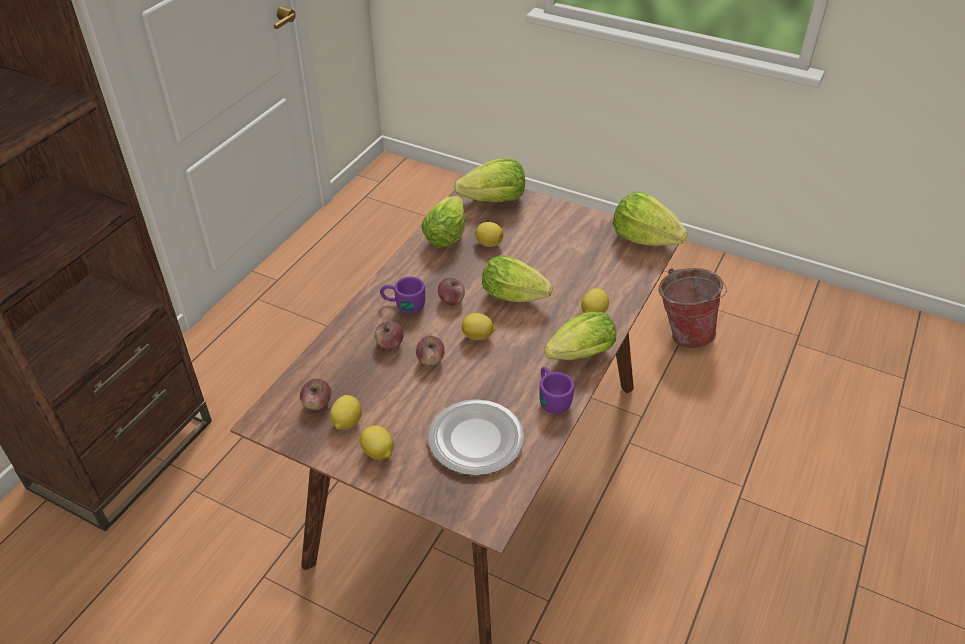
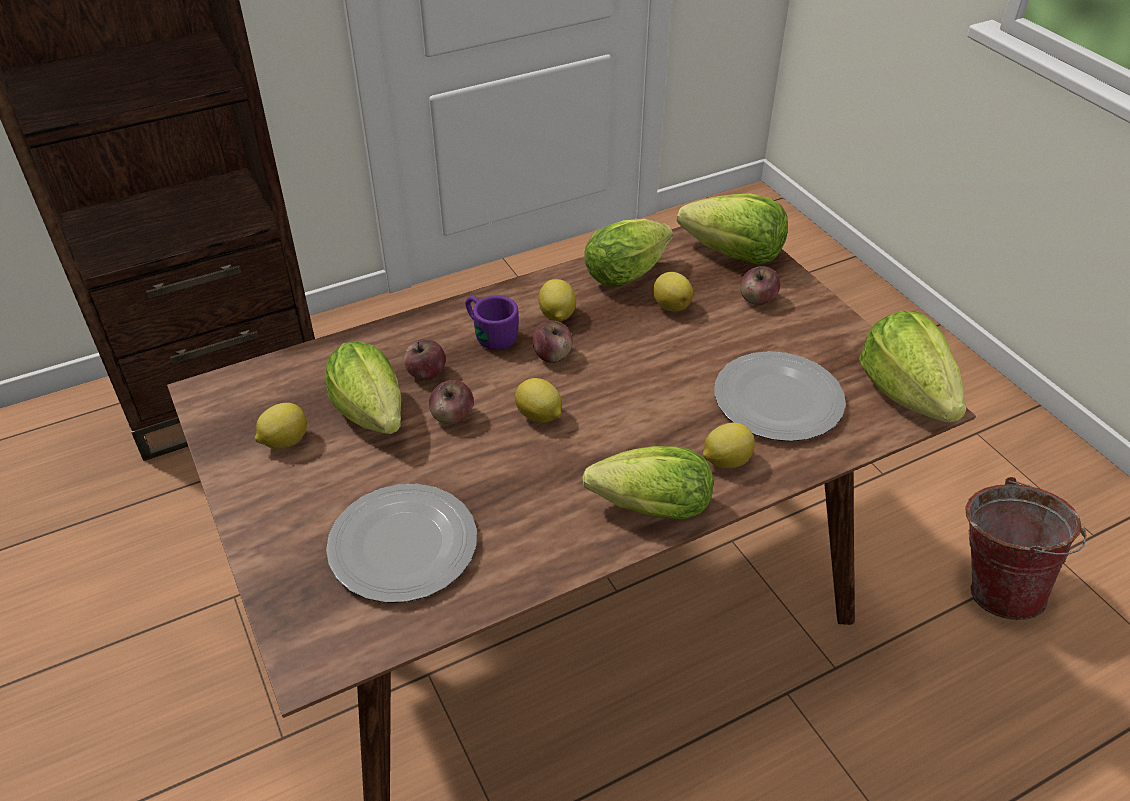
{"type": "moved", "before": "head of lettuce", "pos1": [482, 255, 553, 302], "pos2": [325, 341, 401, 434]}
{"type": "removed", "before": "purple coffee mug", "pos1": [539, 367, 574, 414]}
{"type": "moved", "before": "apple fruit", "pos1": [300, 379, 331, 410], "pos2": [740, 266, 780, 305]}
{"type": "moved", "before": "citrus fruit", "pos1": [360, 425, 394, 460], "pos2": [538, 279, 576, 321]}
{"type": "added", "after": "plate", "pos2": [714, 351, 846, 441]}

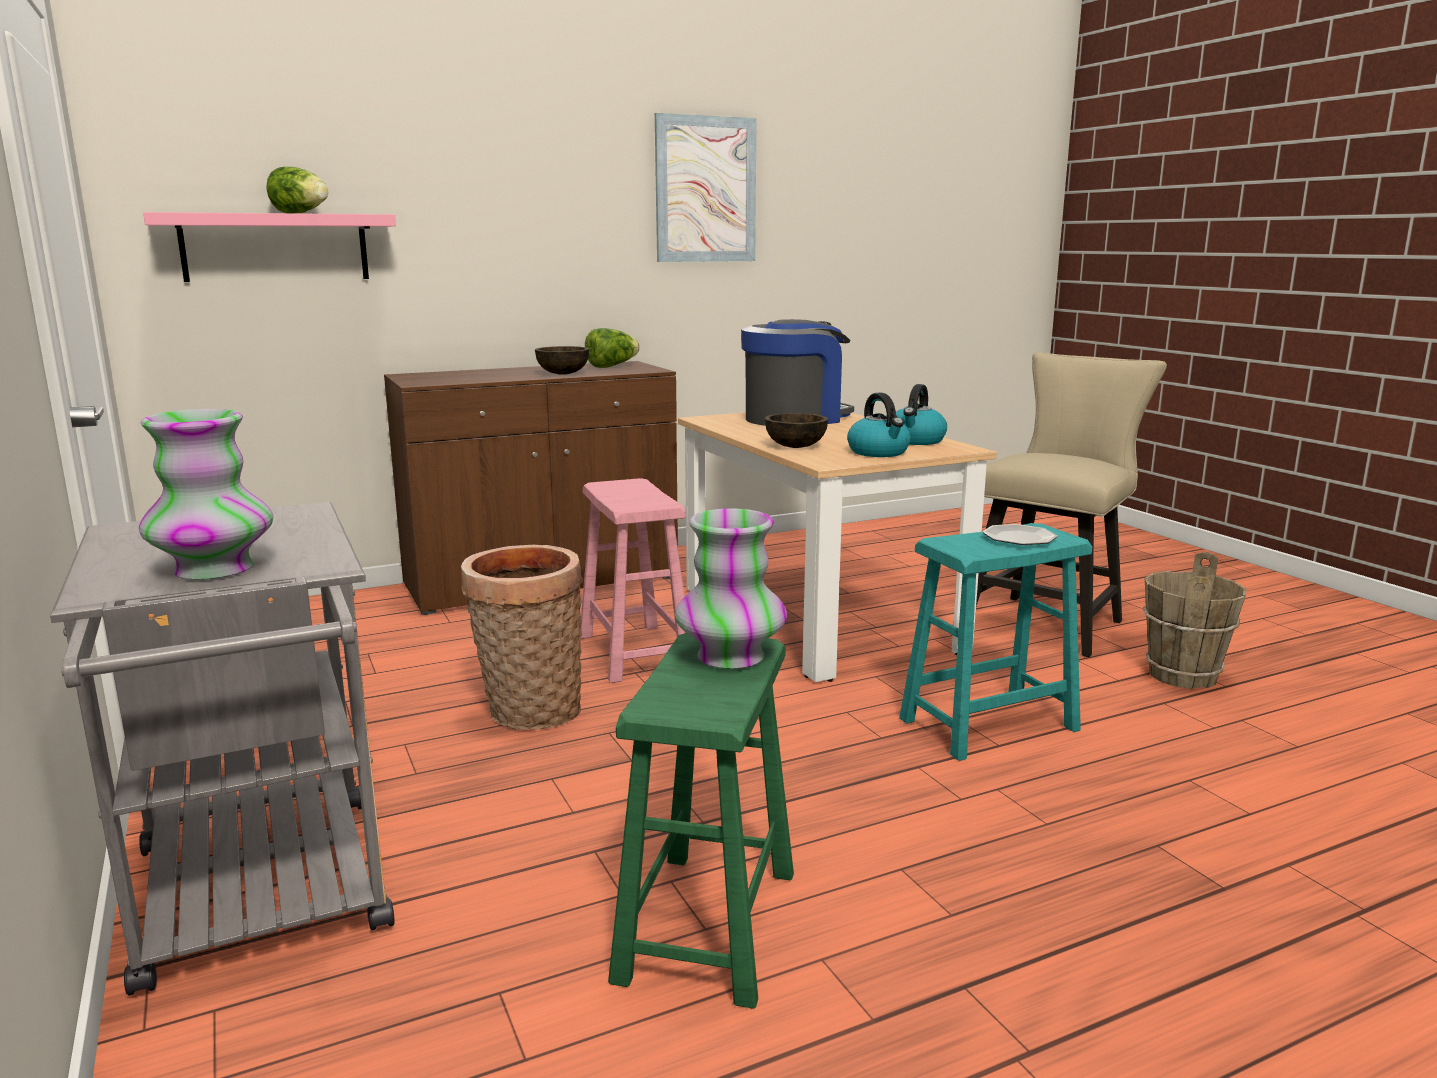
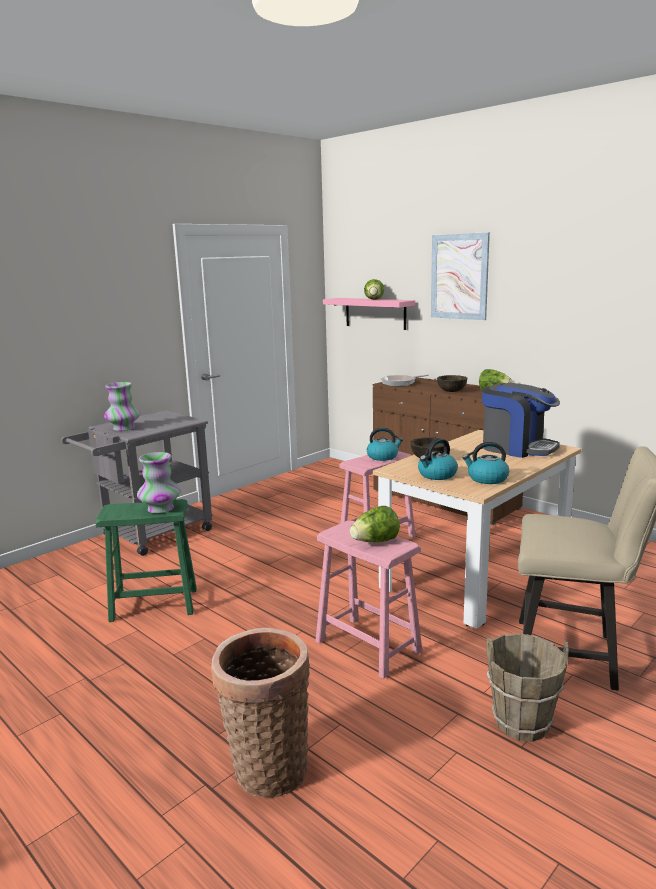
{"type": "moved", "before": "picture", "pos1": [655, 113, 757, 262], "pos2": [431, 233, 490, 320]}
{"type": "recoloured", "before": "blue-green sitting stool", "after": "pink-coloured sitting stool", "pos1": [899, 523, 1092, 761], "pos2": [316, 521, 422, 679]}
{"type": "replaced", "before": "plate", "after": "head of lettuce", "pos1": [983, 524, 1057, 545], "pos2": [350, 506, 400, 542]}
{"type": "moved", "before": "basket", "pos1": [461, 545, 583, 729], "pos2": [211, 628, 310, 797]}
{"type": "added", "after": "pan", "pos2": [381, 374, 428, 386]}
{"type": "added", "after": "water kettle", "pos2": [367, 428, 403, 461]}

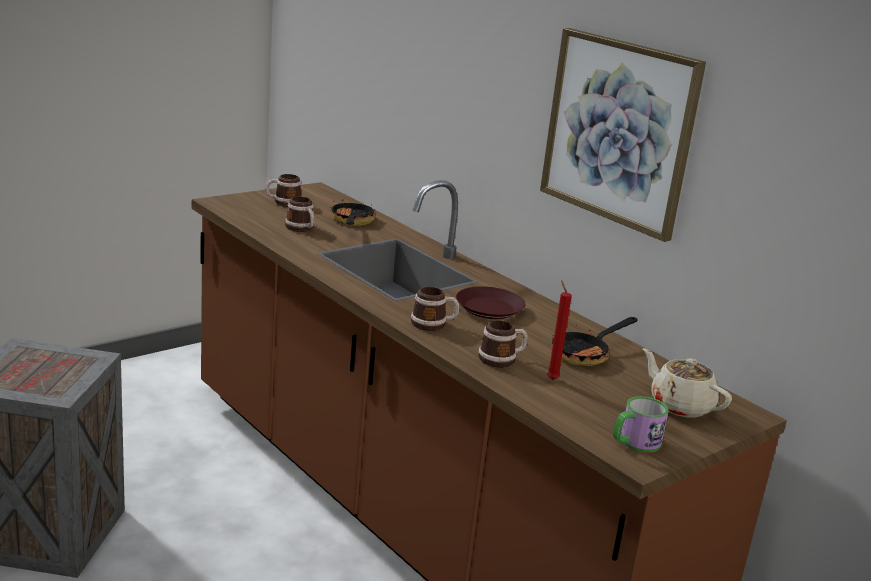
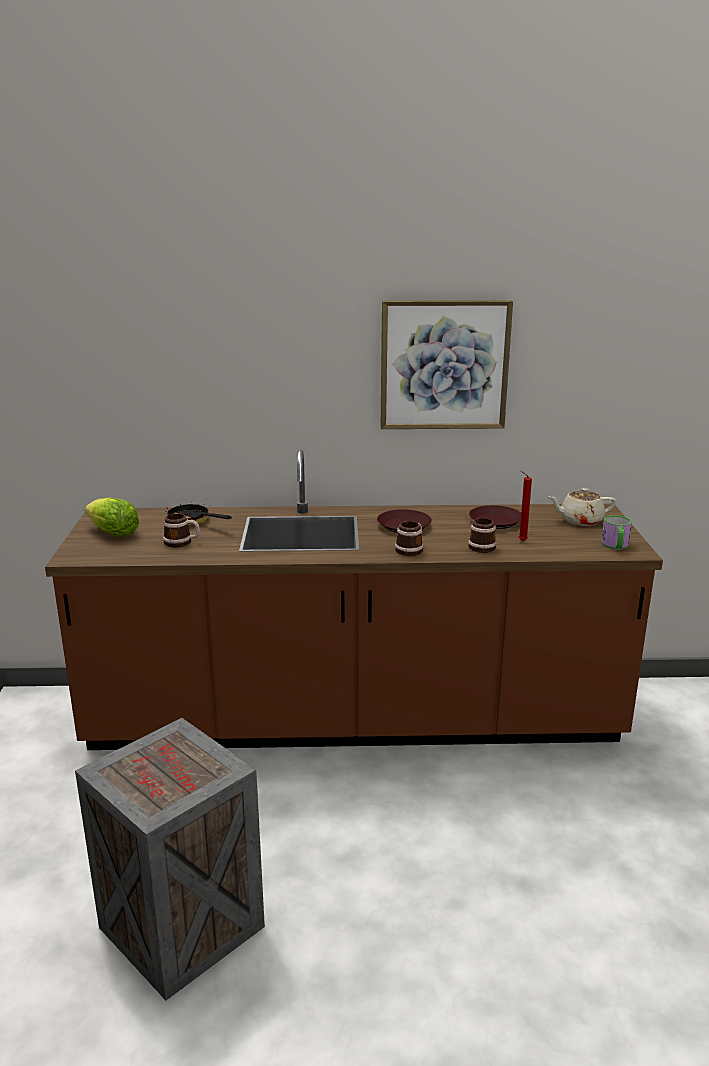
{"type": "replaced", "before": "coffee mug", "after": "head of lettuce", "pos1": [266, 174, 302, 207], "pos2": [85, 498, 139, 537]}
{"type": "replaced", "before": "pan", "after": "brown plate", "pos1": [551, 317, 638, 366], "pos2": [469, 505, 521, 529]}

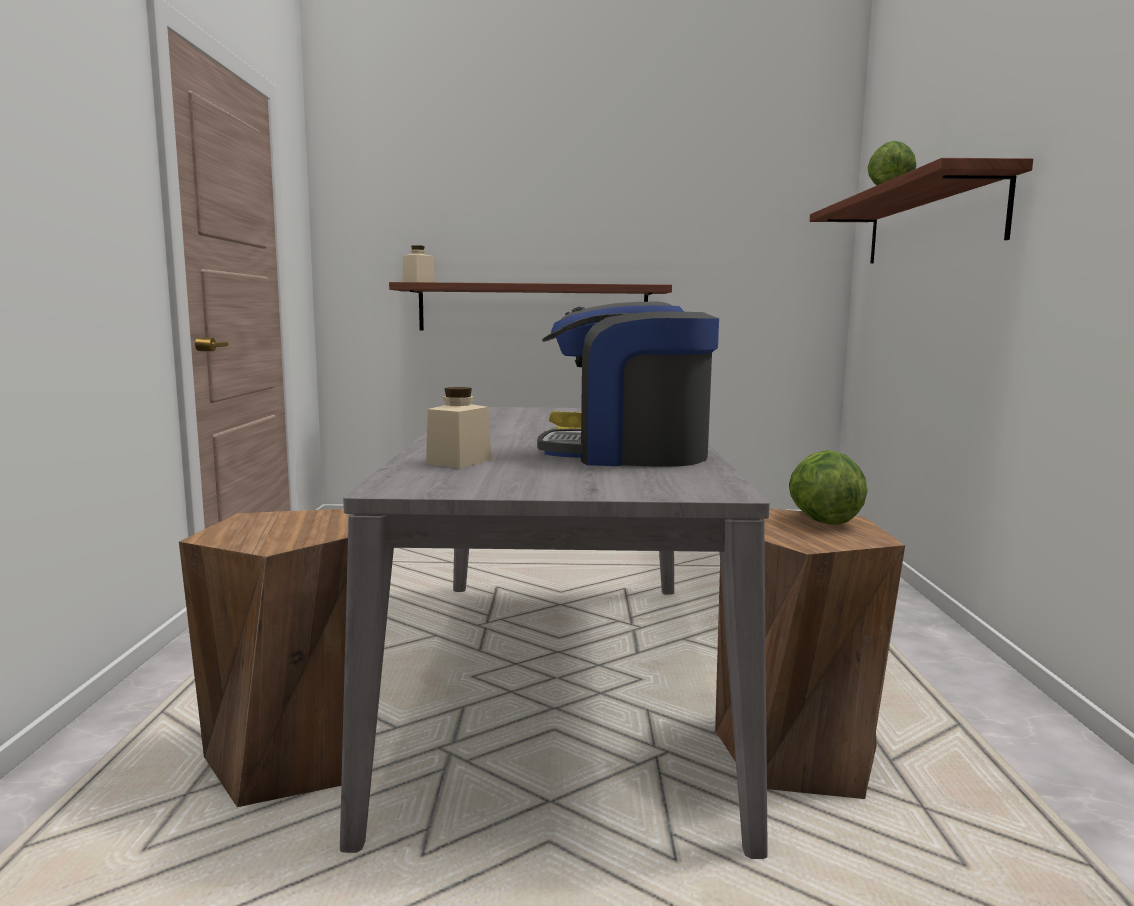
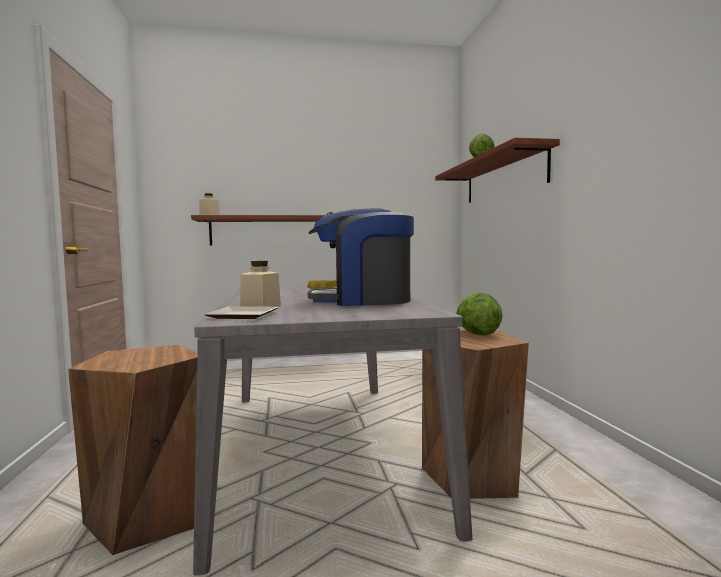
{"type": "added", "after": "plate", "pos2": [204, 306, 278, 319]}

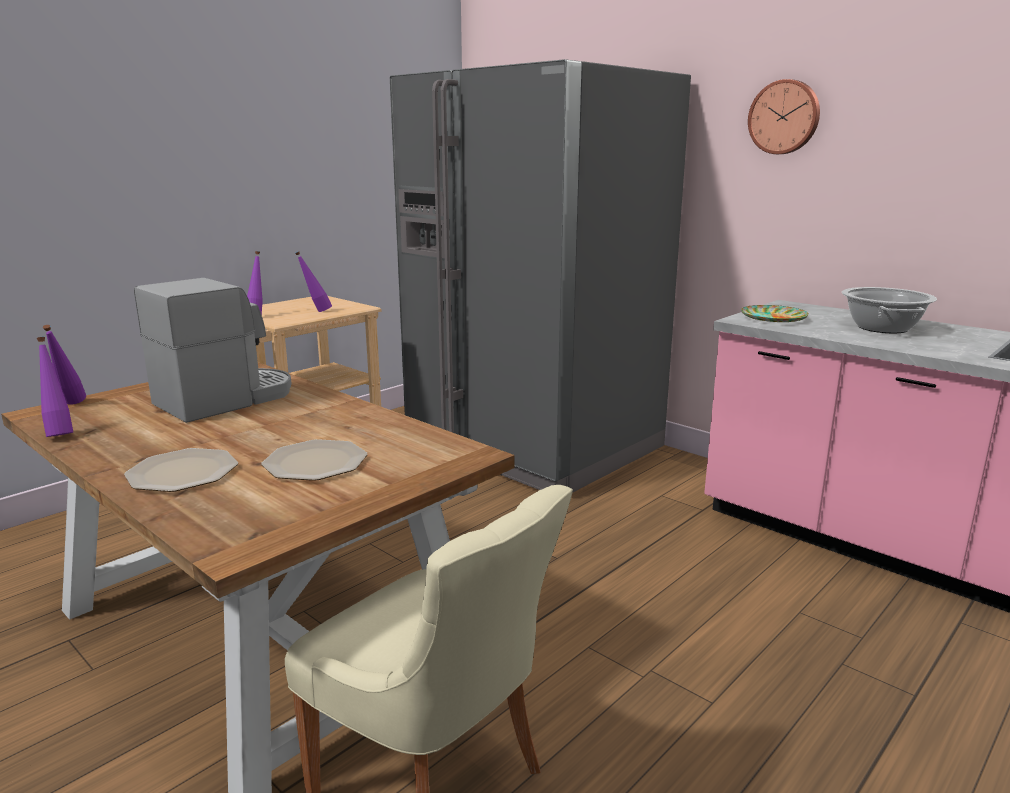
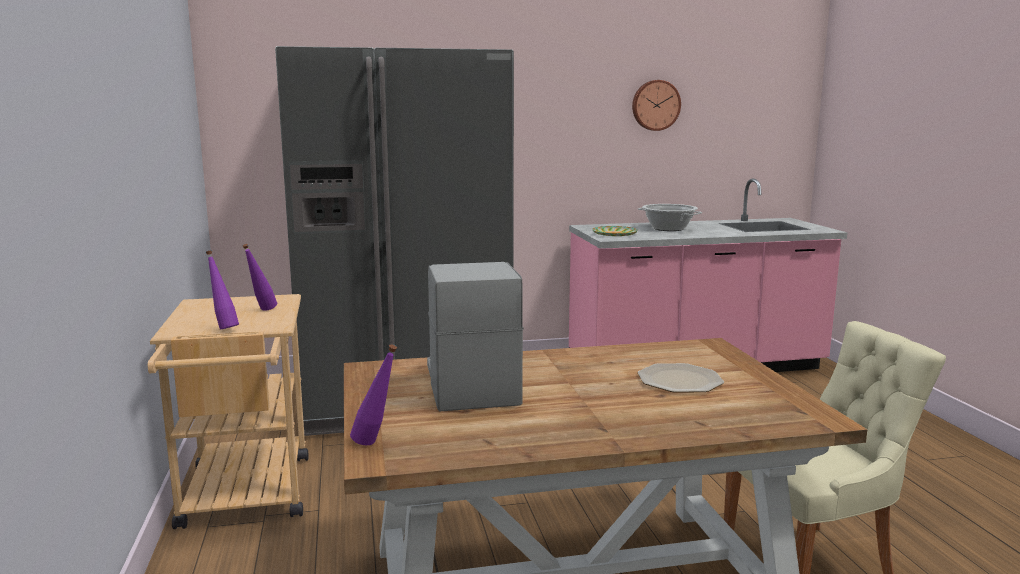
{"type": "moved", "before": "wall clock", "pos1": [748, 79, 820, 154], "pos2": [632, 80, 681, 131]}
{"type": "removed", "before": "purple beverage bottle", "pos1": [37, 337, 73, 437]}
{"type": "removed", "before": "plate", "pos1": [124, 448, 238, 492]}

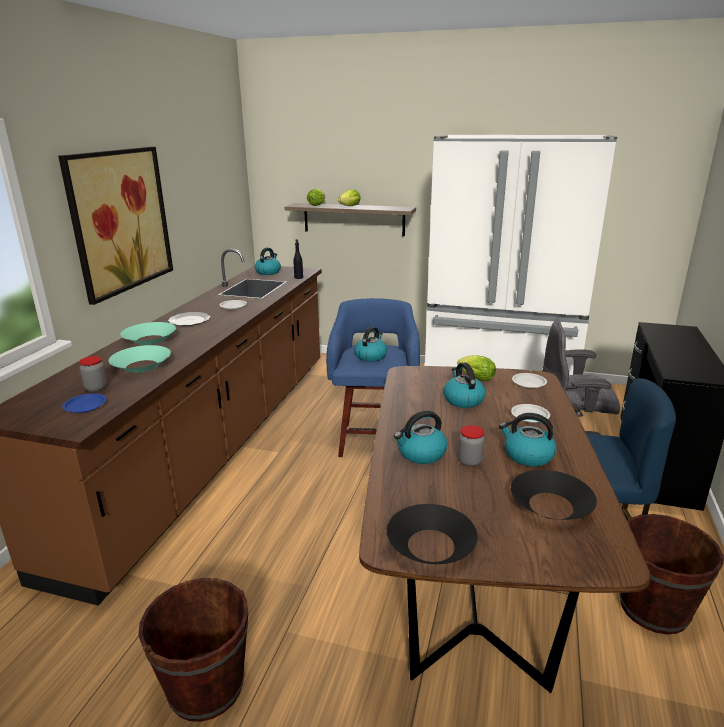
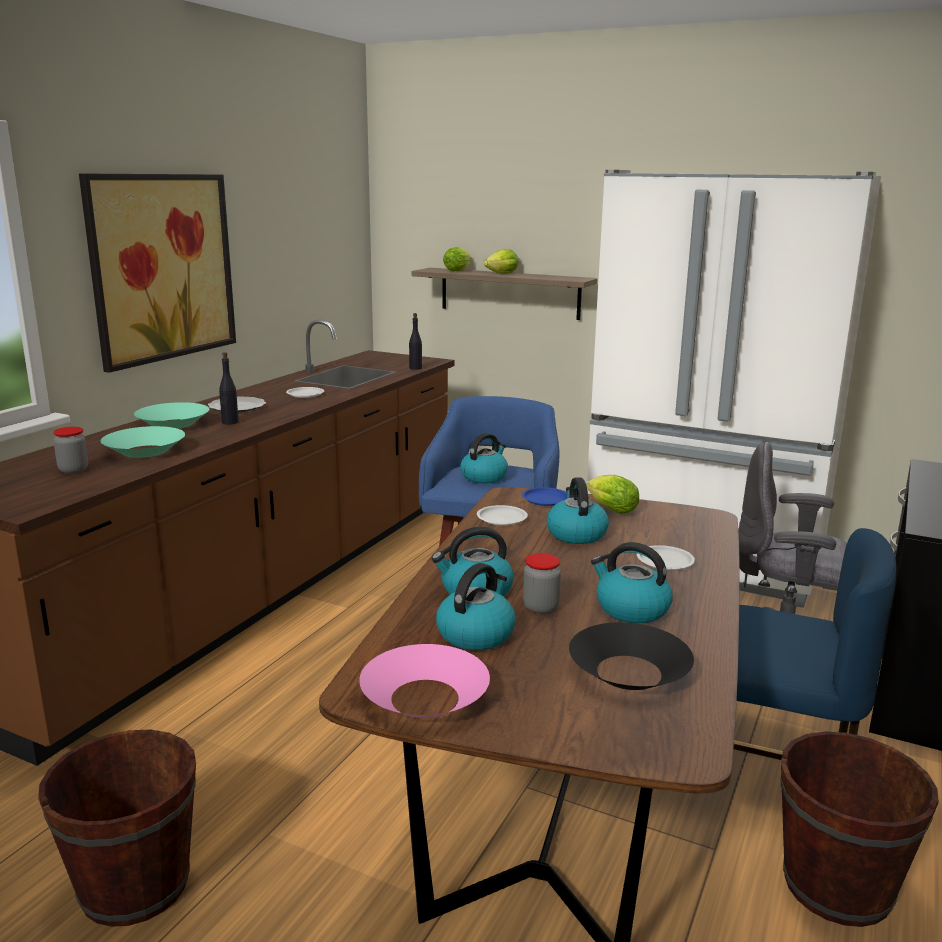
{"type": "moved", "before": "water kettle", "pos1": [255, 248, 281, 275], "pos2": [436, 563, 516, 651]}
{"type": "moved", "before": "whitish plate", "pos1": [512, 373, 547, 388], "pos2": [477, 505, 528, 526]}
{"type": "moved", "before": "blue plate", "pos1": [62, 393, 106, 413], "pos2": [522, 487, 567, 506]}
{"type": "recoloured", "before": "black bowl", "after": "pink-coloured bowl", "pos1": [387, 504, 478, 564], "pos2": [359, 644, 490, 718]}
{"type": "added", "after": "black beverage bottle", "pos2": [219, 352, 239, 425]}

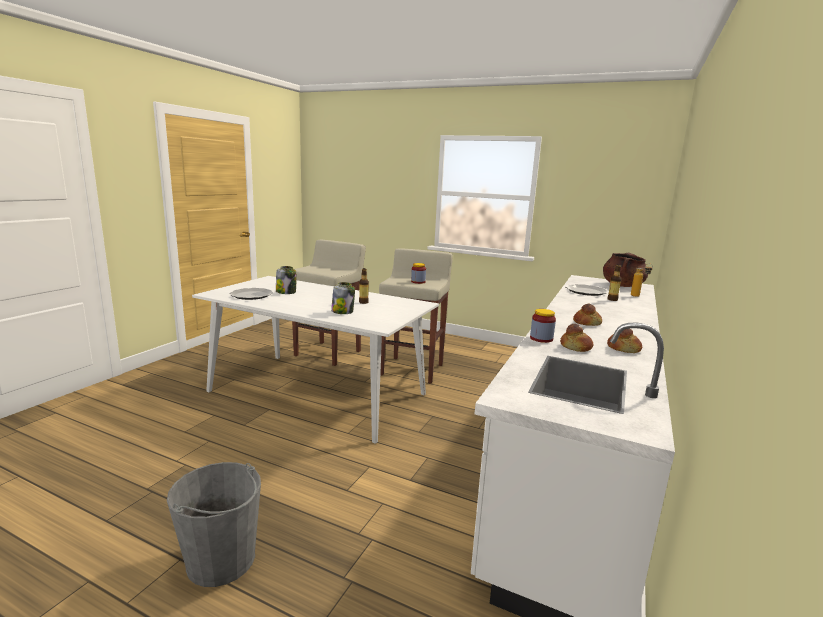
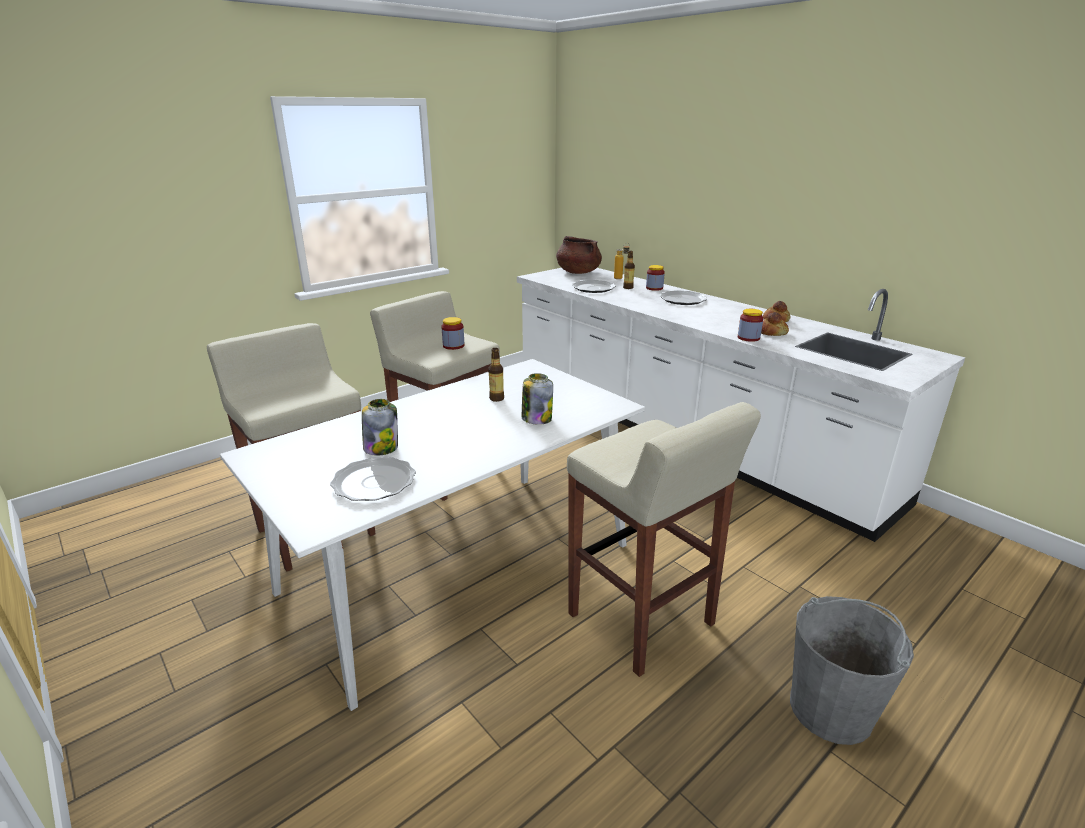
{"type": "removed", "before": "baked bread", "pos1": [573, 304, 602, 326]}
{"type": "added", "after": "jar", "pos2": [646, 265, 665, 291]}
{"type": "added", "after": "plate", "pos2": [660, 290, 707, 305]}
{"type": "added", "after": "beige-coloured sitting stool", "pos2": [567, 402, 761, 677]}

